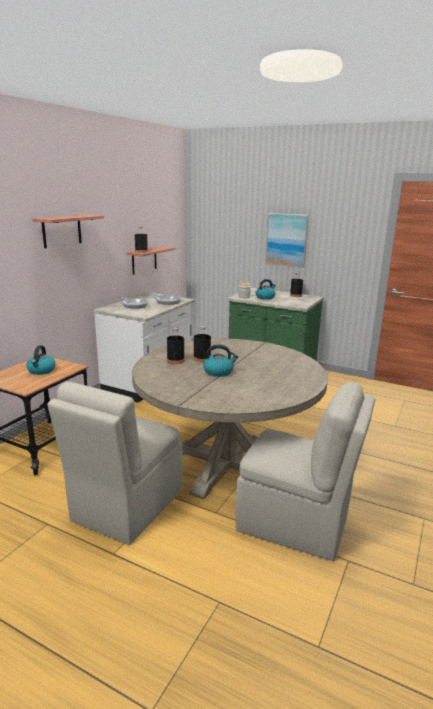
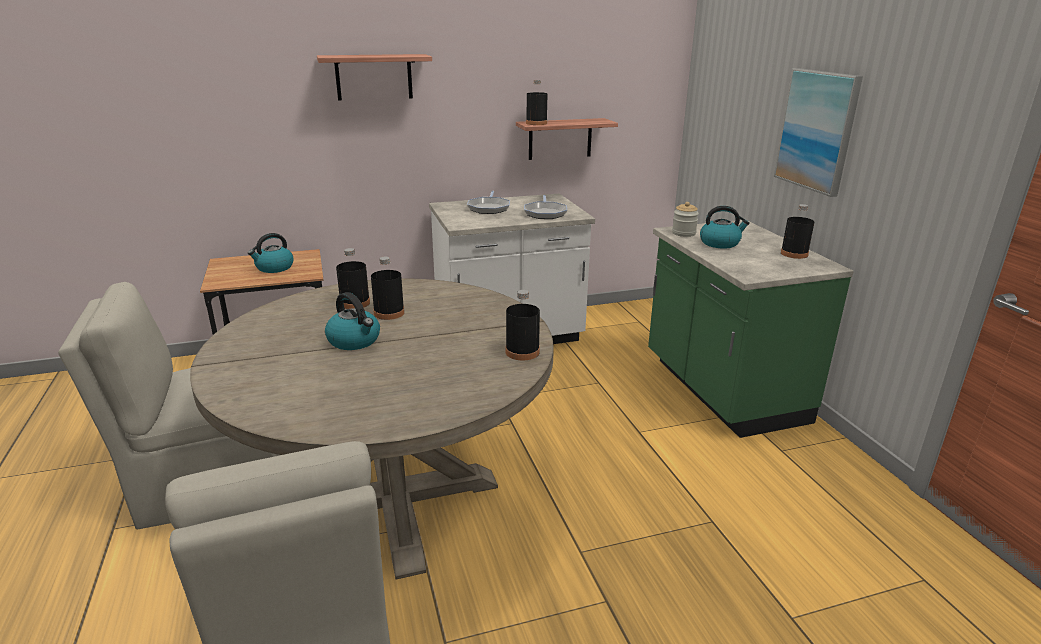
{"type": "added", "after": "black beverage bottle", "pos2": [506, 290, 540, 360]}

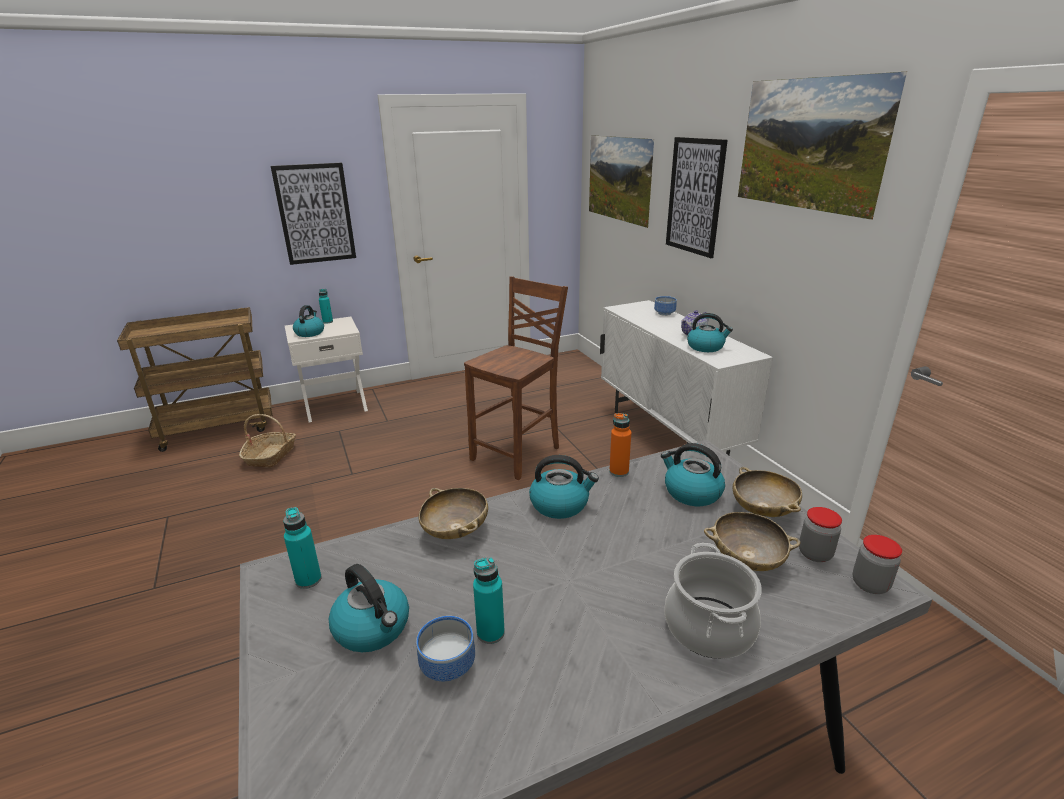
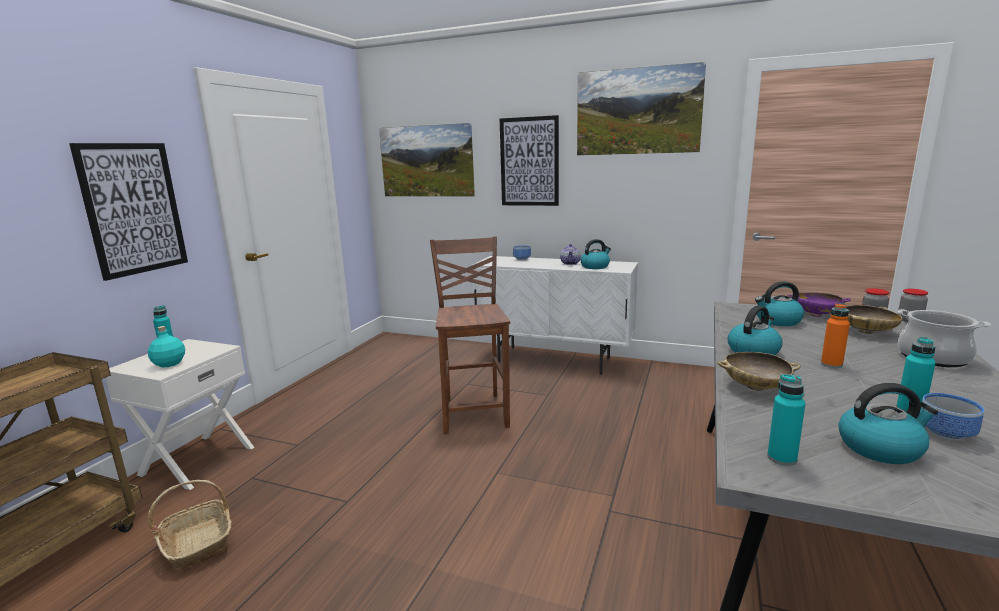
{"type": "replaced", "before": "water kettle", "after": "blue-green beverage bottle", "pos1": [293, 305, 324, 337], "pos2": [148, 326, 185, 368]}
{"type": "moved", "before": "orangey beverage bottle", "pos1": [609, 413, 631, 477], "pos2": [821, 303, 850, 368]}
{"type": "recoloured", "before": "beige-coloured bowl", "after": "purple bowl", "pos1": [733, 467, 802, 517], "pos2": [787, 292, 851, 317]}

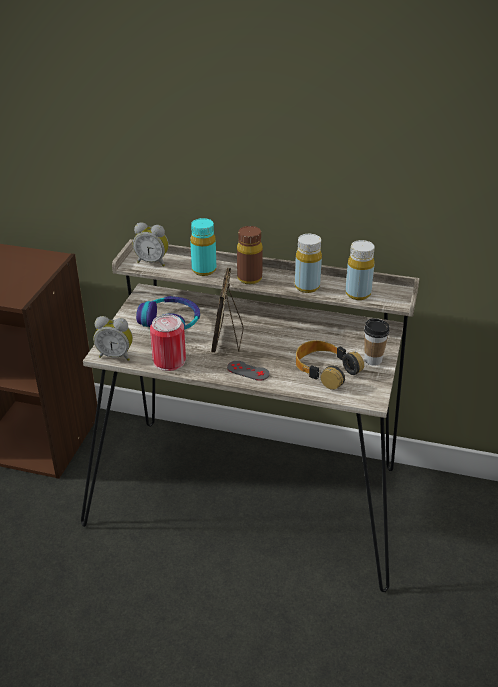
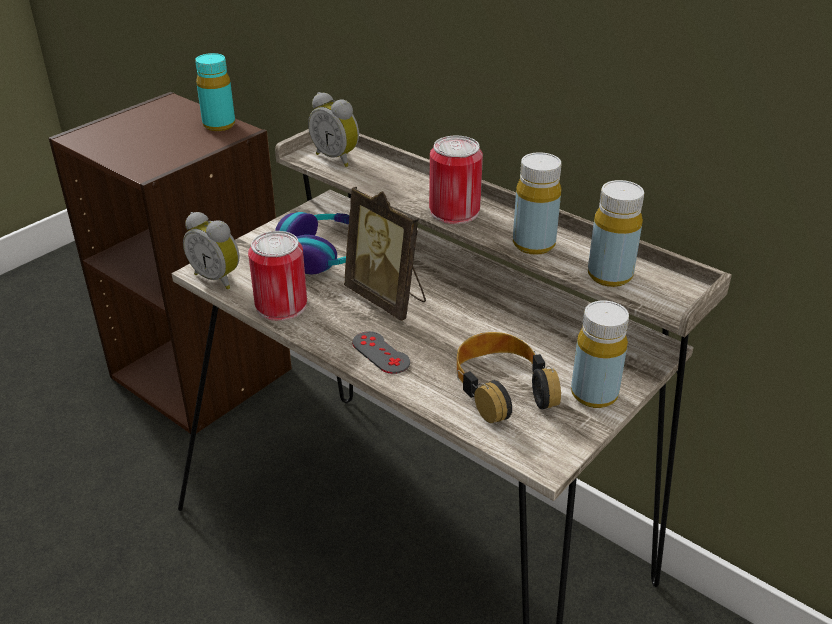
{"type": "moved", "before": "blue-green beverage bottle", "pos1": [190, 218, 216, 276], "pos2": [195, 53, 235, 131]}
{"type": "replaced", "before": "brown beverage bottle", "after": "metal can", "pos1": [237, 226, 263, 284], "pos2": [429, 136, 483, 224]}
{"type": "turned", "before": "picture frame", "pos1": [211, 268, 244, 352], "pos2": [344, 187, 426, 321], "turn": -75}
{"type": "replaced", "before": "small cup", "after": "yellow-coloured beverage bottle", "pos1": [364, 319, 390, 365], "pos2": [571, 300, 629, 408]}

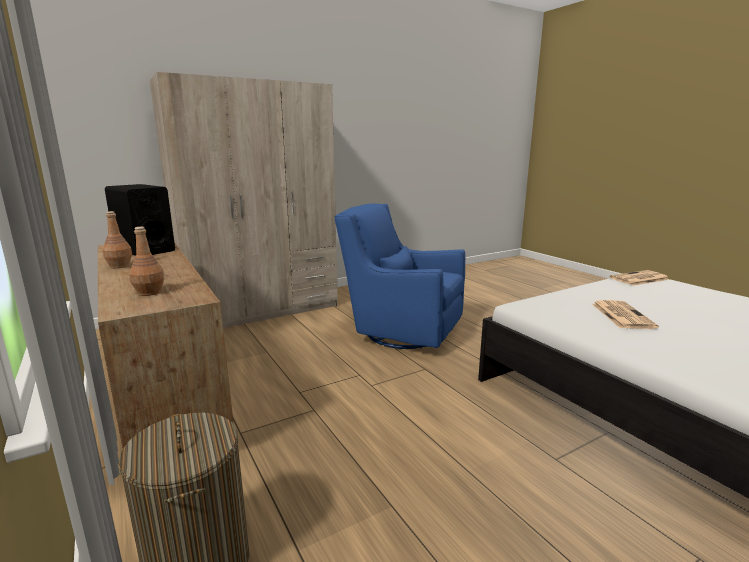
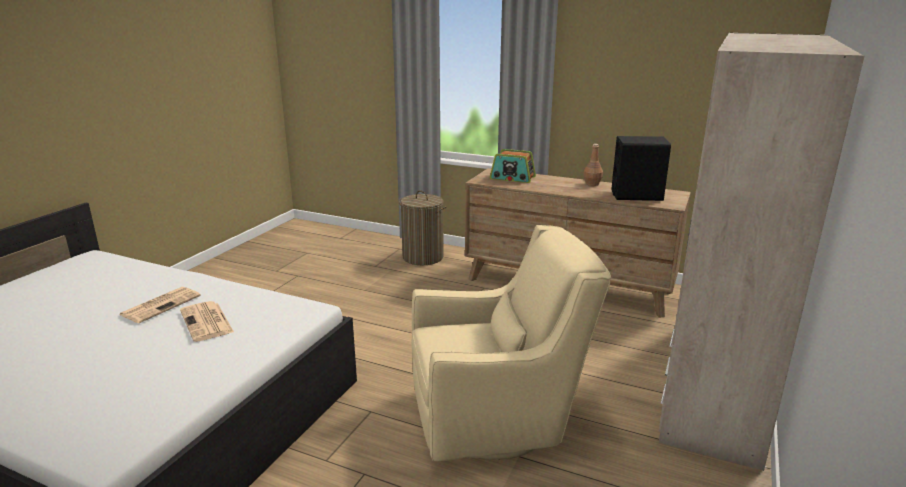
{"type": "recoloured", "before": "blue easy chair", "after": "beige-coloured easy chair", "pos1": [334, 204, 465, 349], "pos2": [412, 225, 611, 461]}
{"type": "replaced", "before": "brown beverage bottle", "after": "radio", "pos1": [129, 227, 165, 296], "pos2": [490, 149, 536, 183]}
{"type": "moved", "before": "daily paper", "pos1": [609, 270, 670, 286], "pos2": [119, 287, 201, 323]}

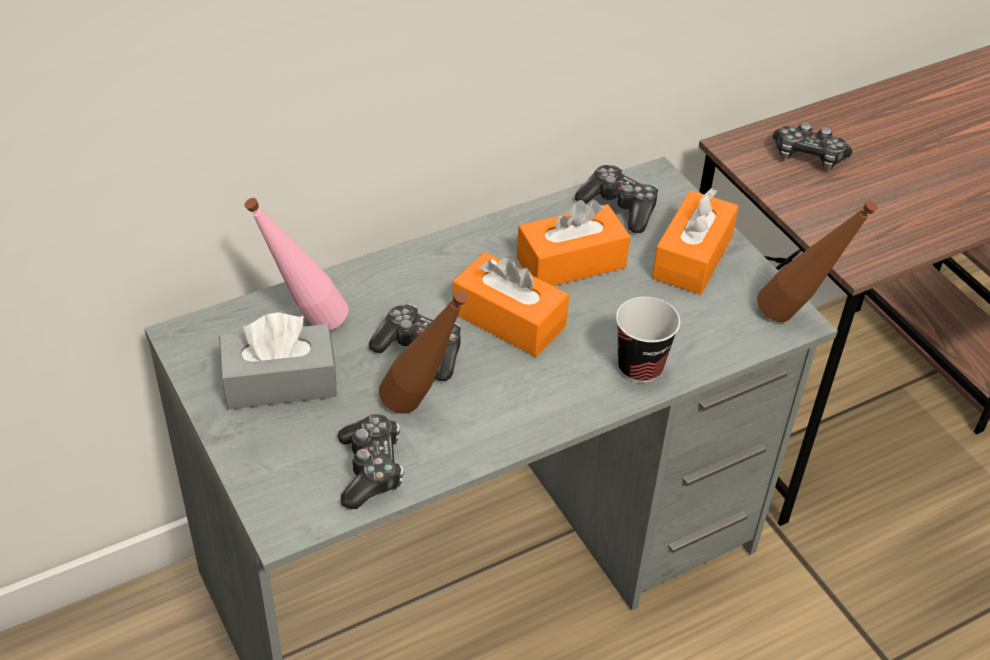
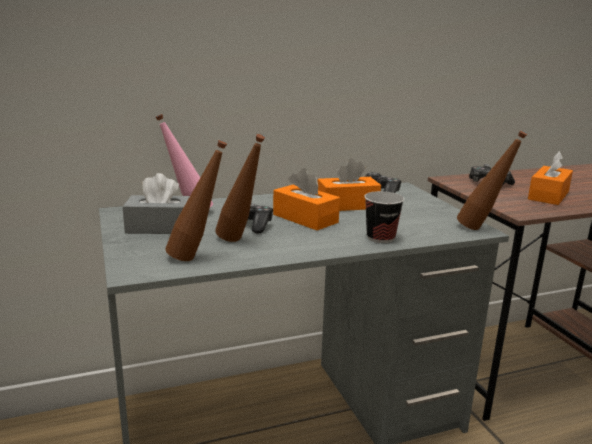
{"type": "moved", "before": "orangey tissue box", "pos1": [652, 188, 739, 295], "pos2": [528, 151, 573, 205]}
{"type": "replaced", "before": "joypad", "after": "brown beverage bottle", "pos1": [338, 414, 404, 509], "pos2": [165, 140, 227, 261]}

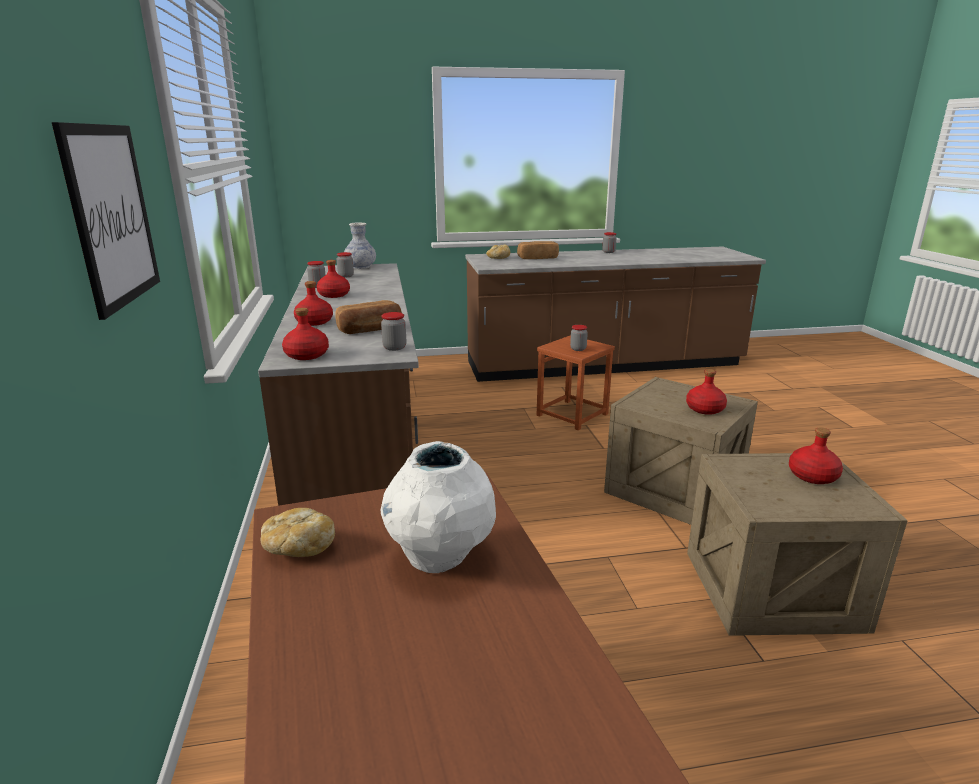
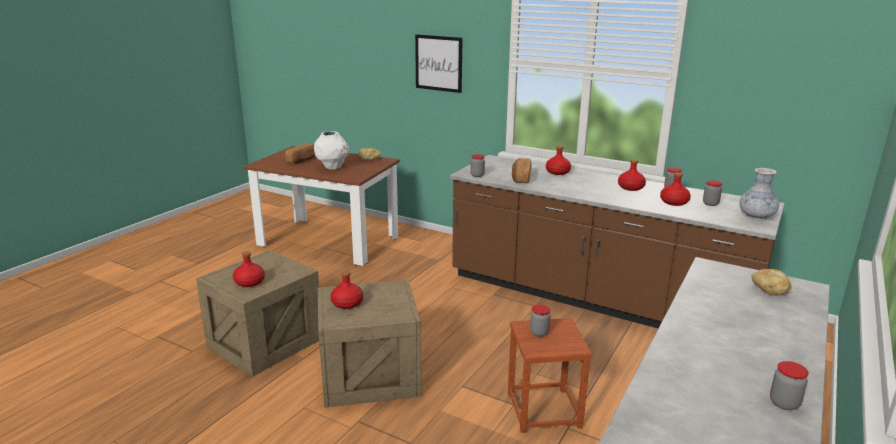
{"type": "moved", "before": "baked bread", "pos1": [517, 241, 559, 259], "pos2": [285, 143, 315, 164]}
{"type": "moved", "before": "red-coloured beverage bottle", "pos1": [282, 307, 329, 360], "pos2": [660, 172, 691, 206]}

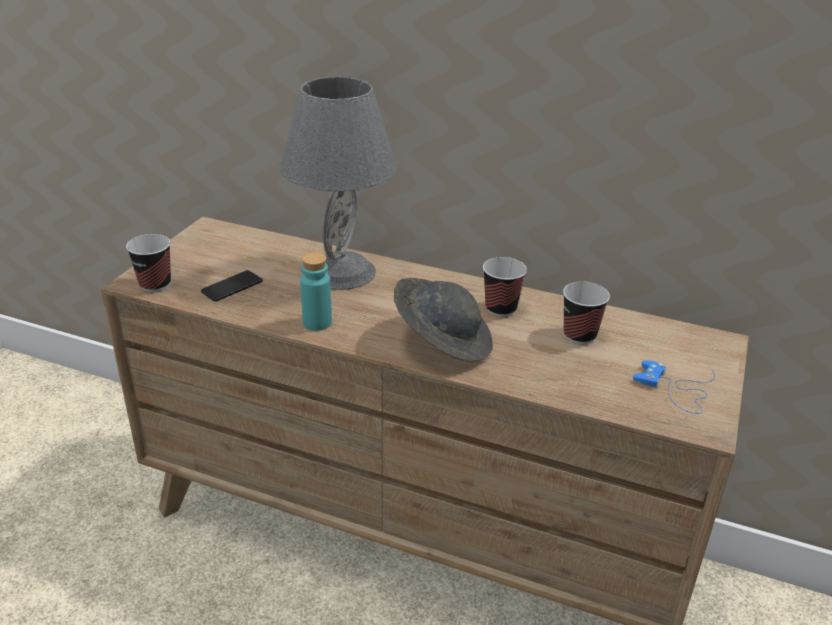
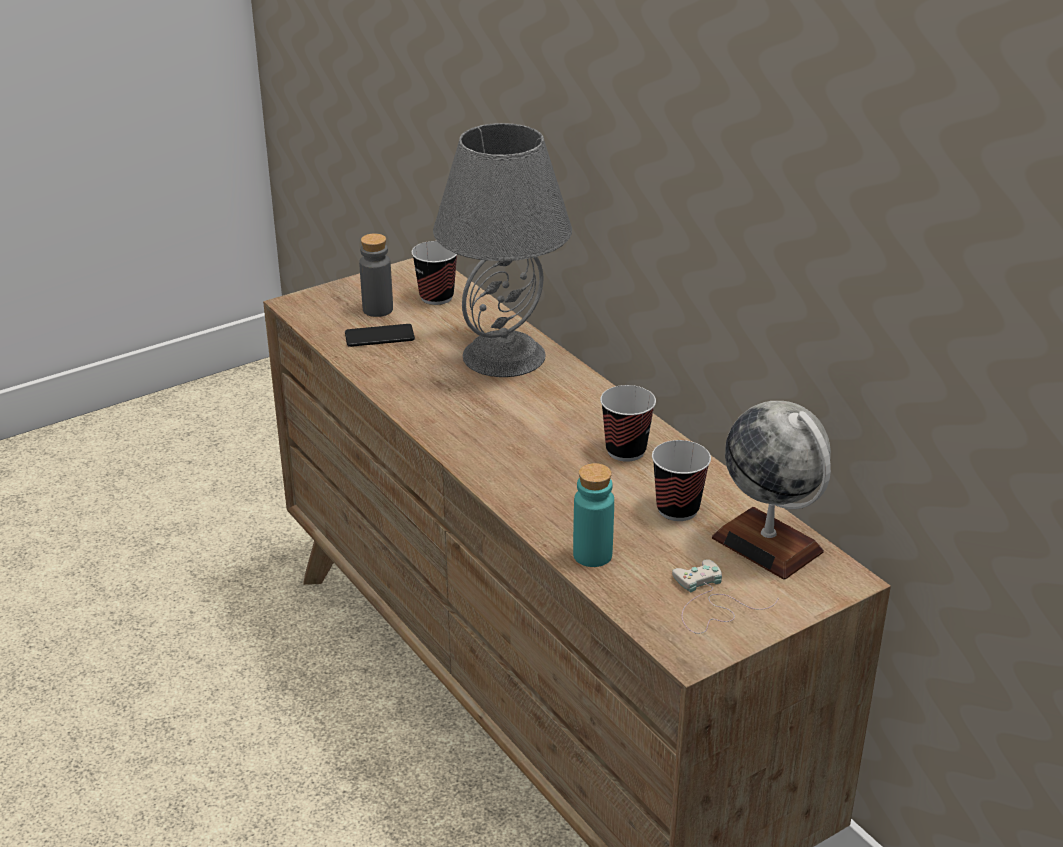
{"type": "moved", "before": "small cup", "pos1": [126, 234, 171, 292], "pos2": [411, 241, 457, 305]}
{"type": "moved", "before": "blue-green beverage bottle", "pos1": [300, 252, 332, 331], "pos2": [573, 463, 614, 567]}
{"type": "removed", "before": "grey clothing hat", "pos1": [394, 278, 493, 362]}
{"type": "recoloured", "before": "blue joypad", "after": "whitish joypad", "pos1": [633, 361, 715, 414], "pos2": [672, 559, 779, 634]}
{"type": "added", "after": "grey beverage bottle", "pos2": [359, 233, 393, 317]}
{"type": "added", "after": "desk globe", "pos2": [712, 401, 831, 580]}

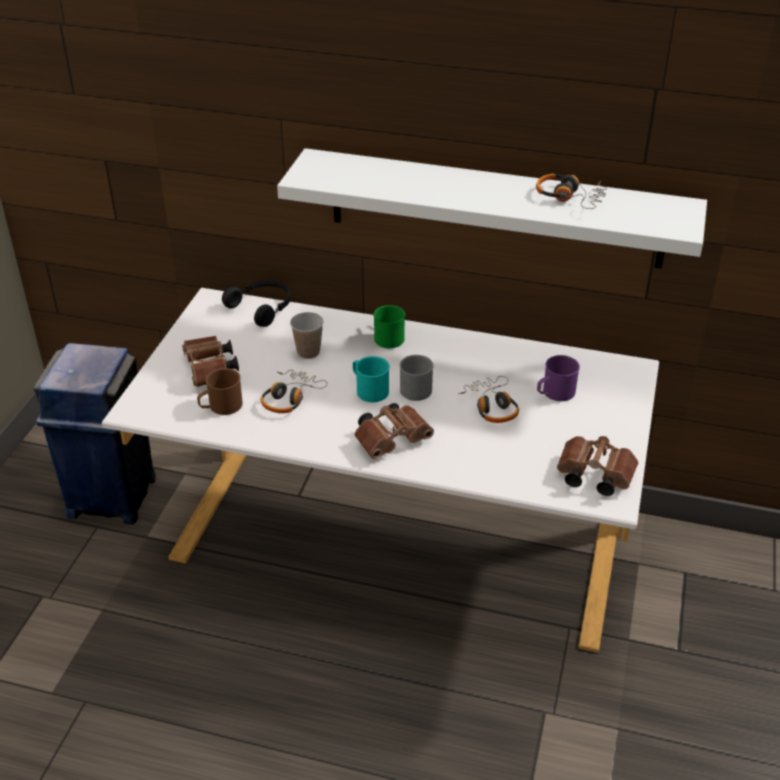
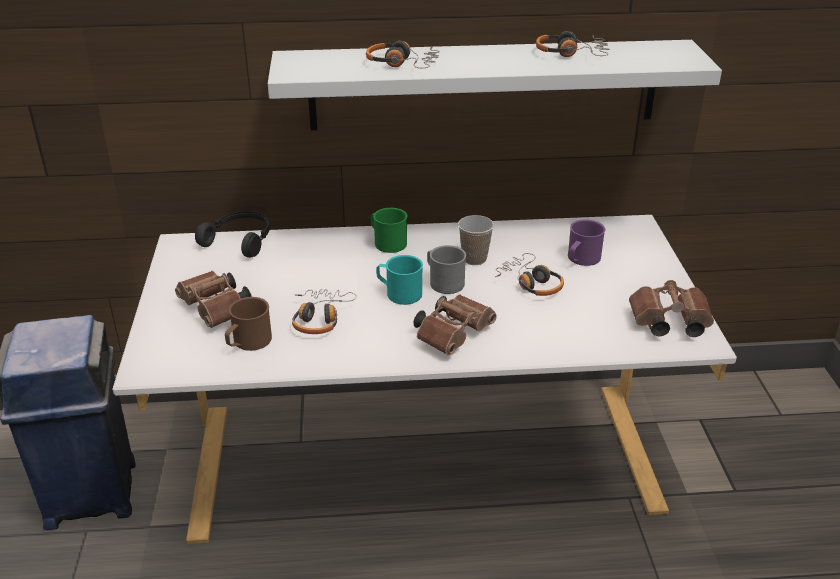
{"type": "moved", "before": "small cup", "pos1": [290, 312, 323, 359], "pos2": [458, 215, 494, 265]}
{"type": "added", "after": "headset", "pos2": [366, 41, 440, 68]}

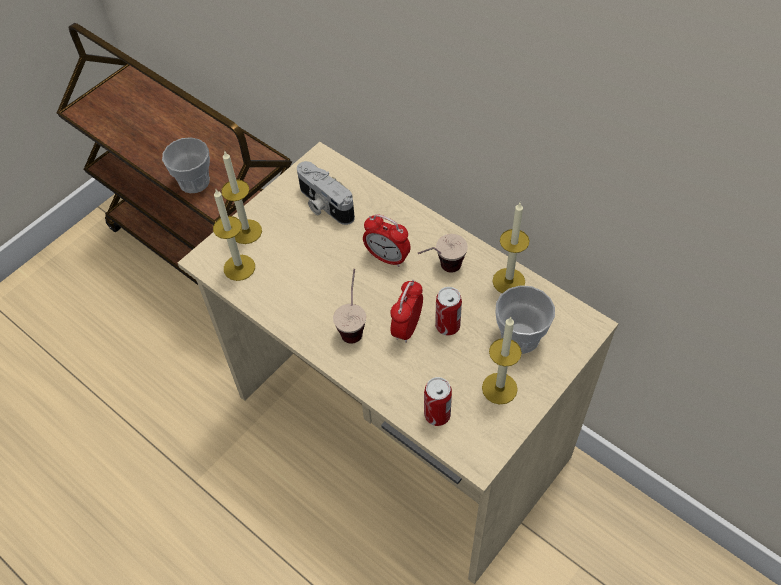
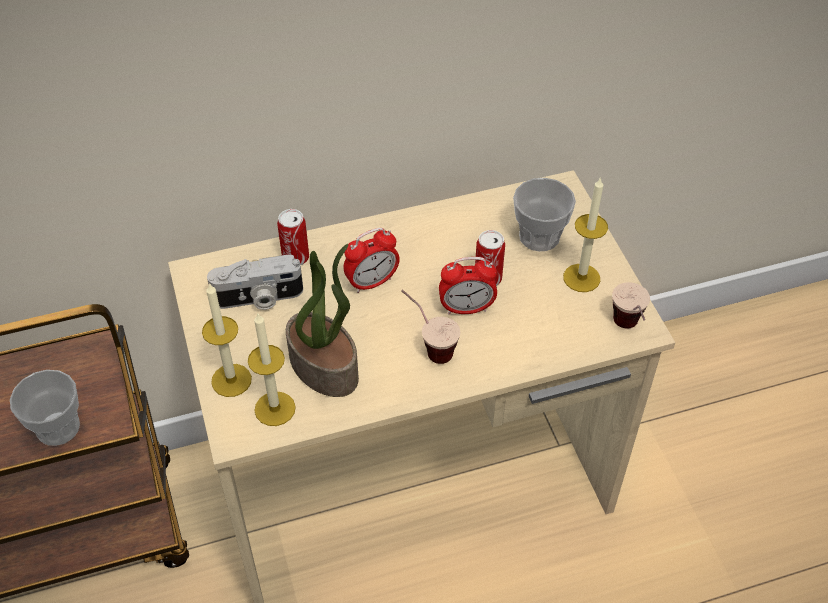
{"type": "removed", "before": "candle", "pos1": [492, 203, 530, 293]}
{"type": "moved", "before": "small cup", "pos1": [418, 234, 468, 273], "pos2": [612, 282, 650, 329]}
{"type": "turned", "before": "alarm clock", "pos1": [390, 280, 423, 342], "pos2": [439, 257, 497, 315], "turn": -60}
{"type": "moved", "before": "metal can", "pos1": [424, 377, 452, 426], "pos2": [277, 209, 309, 265]}
{"type": "added", "after": "houseplant", "pos2": [286, 244, 359, 397]}

